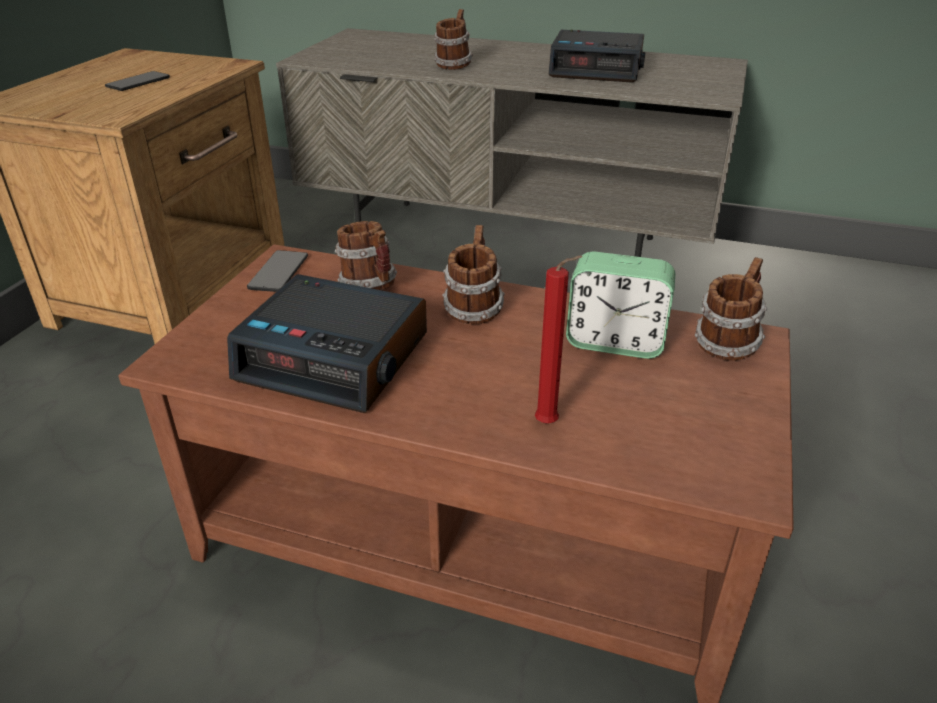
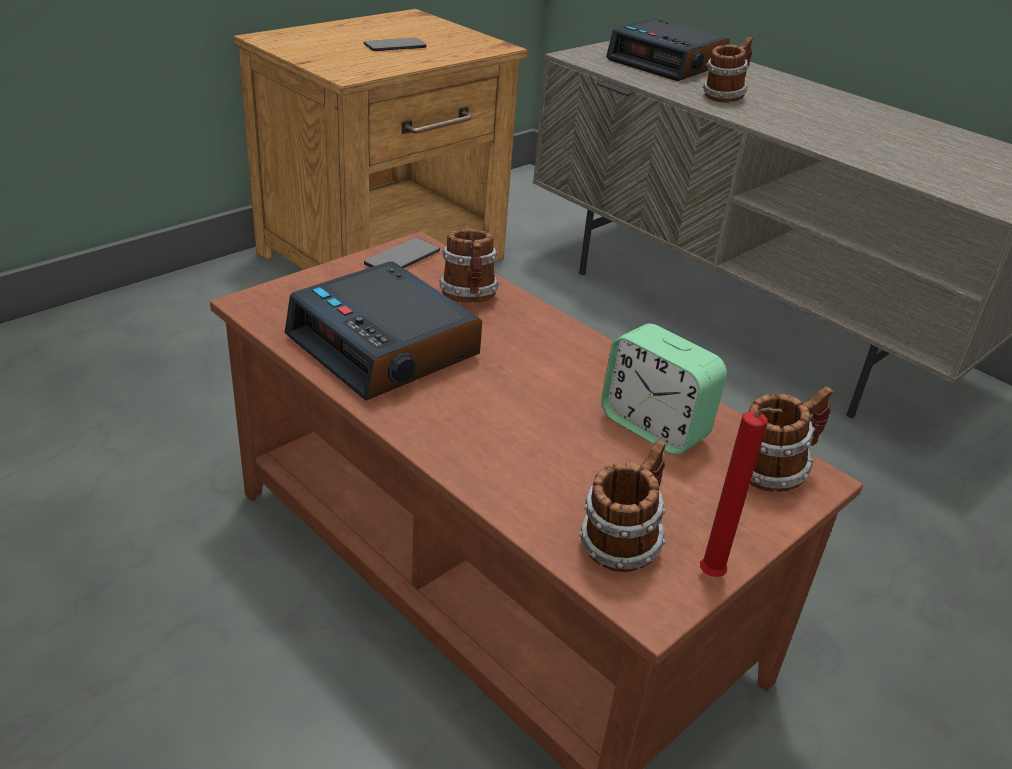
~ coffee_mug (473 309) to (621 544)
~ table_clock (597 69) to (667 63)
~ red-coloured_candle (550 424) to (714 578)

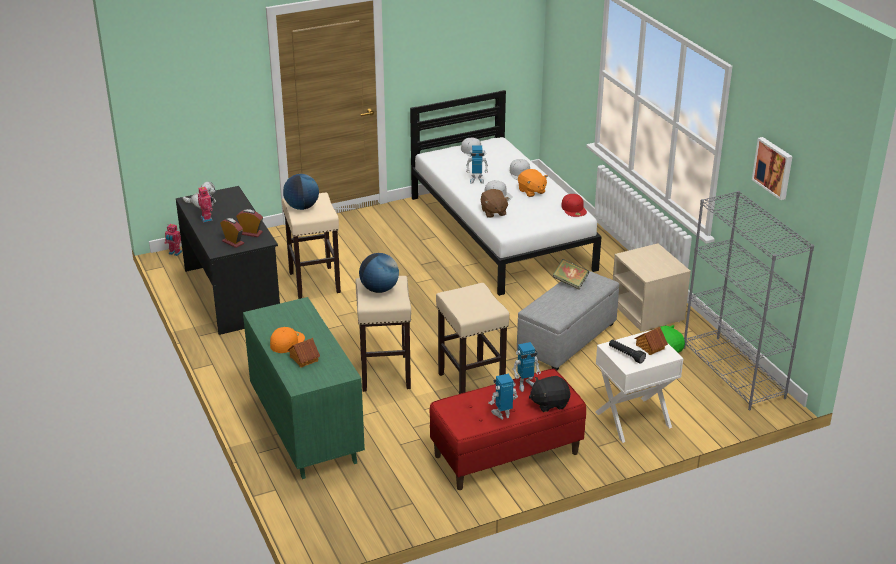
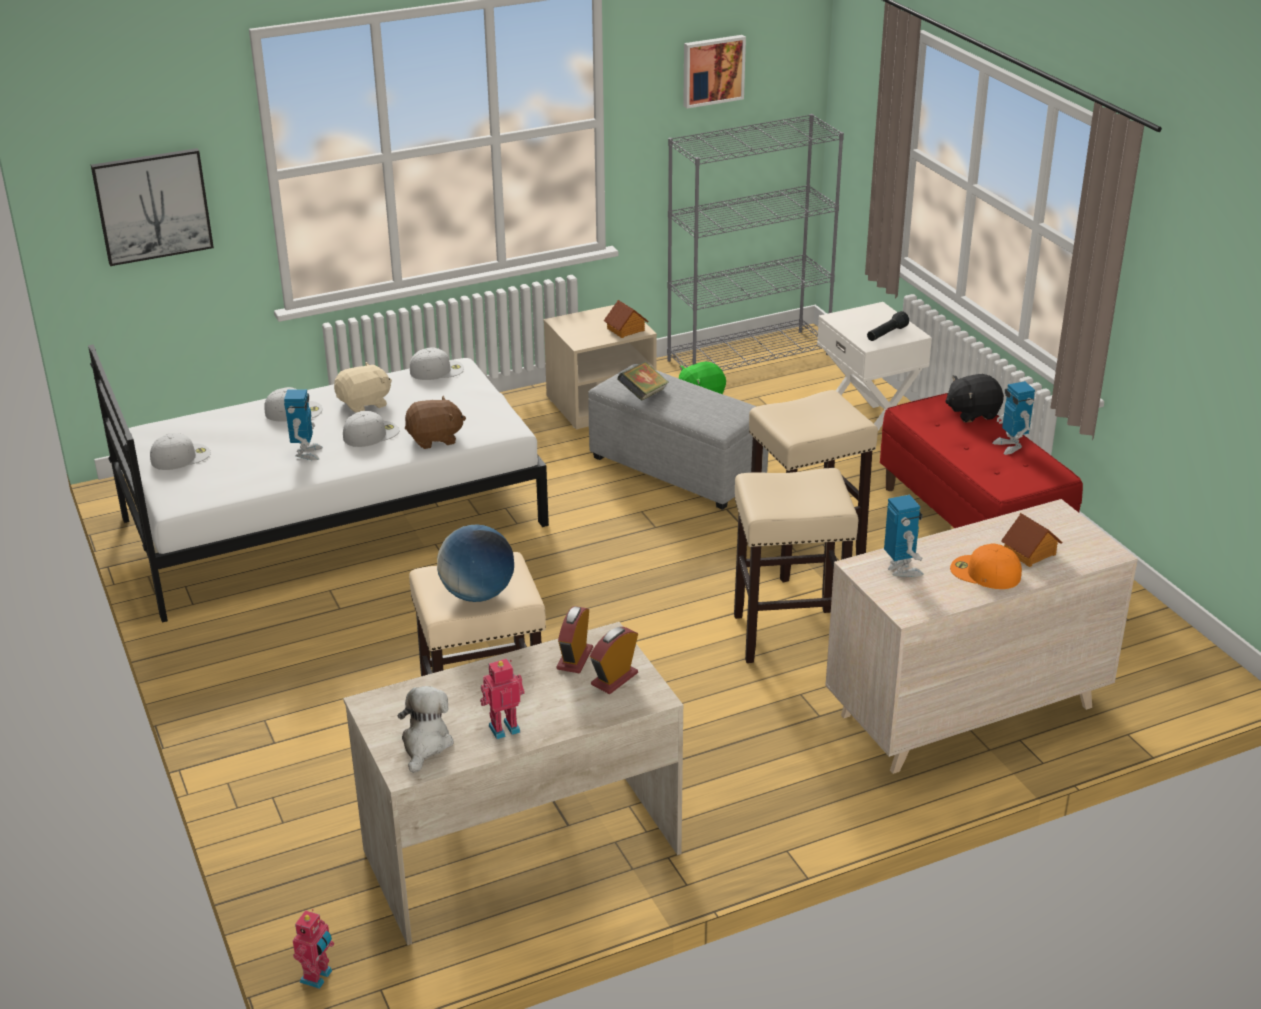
+ wall_picture (152 206)
~ orangey_plush_toy (531 191) to beige_plush_toy (364 404)
~ black-coloured_desk_unit (233 294) to beige_desk_unit (521 850)
~ red-coloured_cap (574 209) to white_cap (437 370)
~ miniature_house (649 347) to (626 330)
~ greenish_drawer_chest (306 430) to beige_drawer_chest (965 712)
~ model_robot (526 384) to (901 570)
~ black-coloured_plush_toy (549 403) = (972 413) 90 degrees clockwise
- globe (379 289)

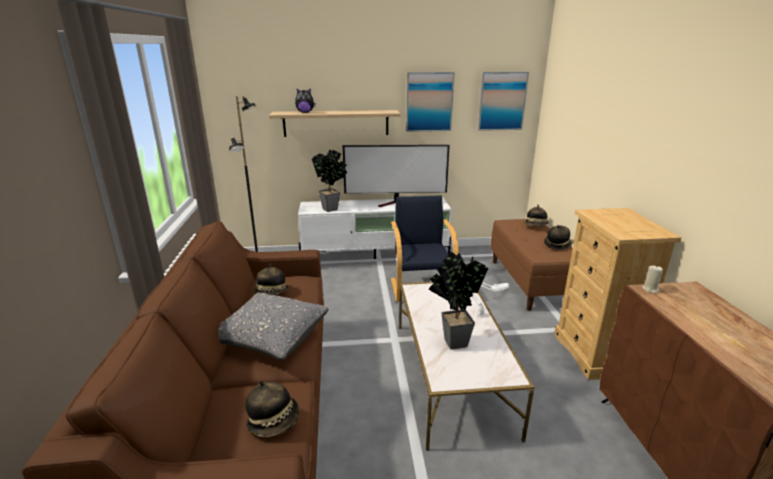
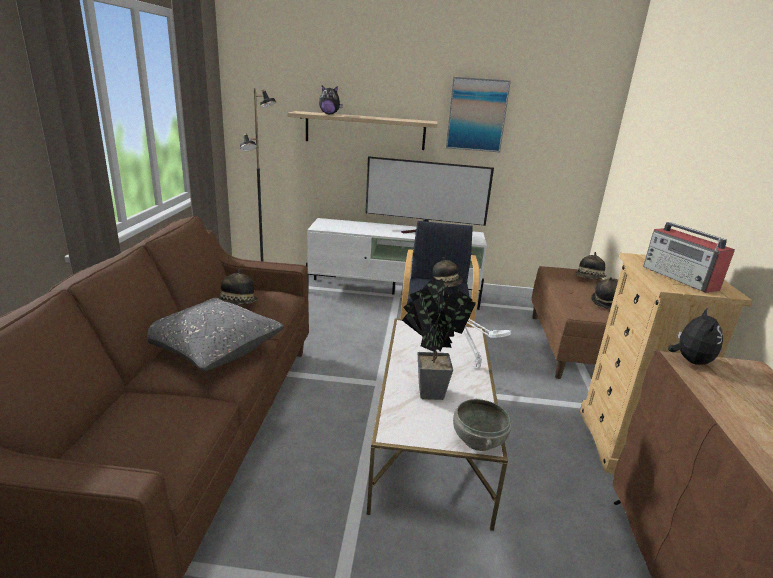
~ clothing_hat (274 421) to (446 285)
+ grey_bowl (477 440)
+ radio_set (680 278)
~ beige_candle (650 289) to plush_toy (690 361)
- houseplant (333 209)
- wall_picture (502 101)

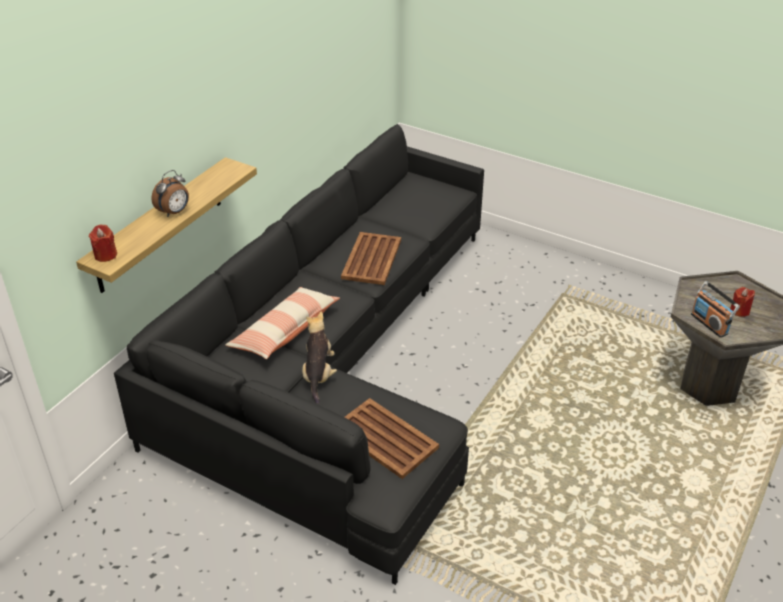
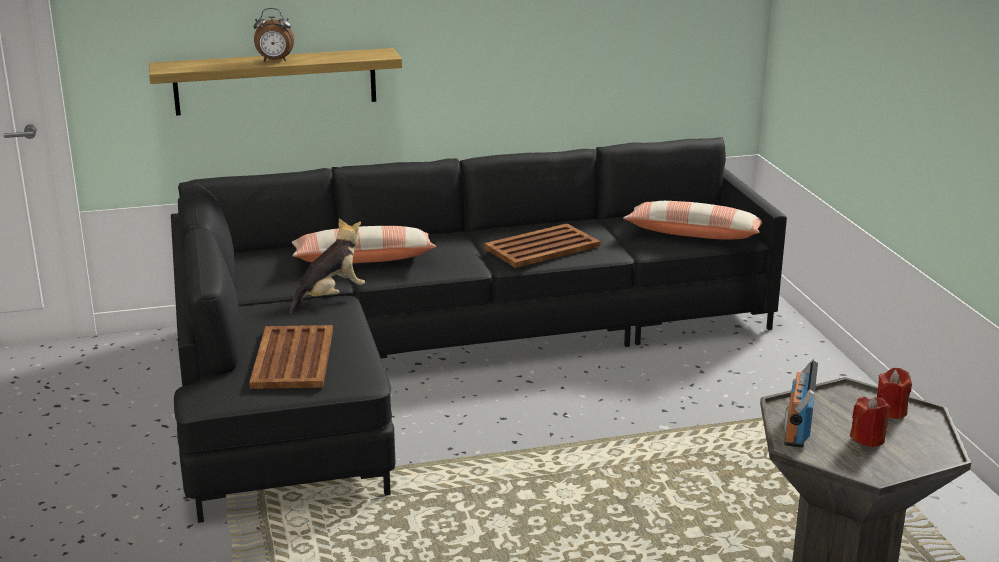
+ throw_pillow (693 234)
~ red-coloured_candle (105 255) to (890 411)

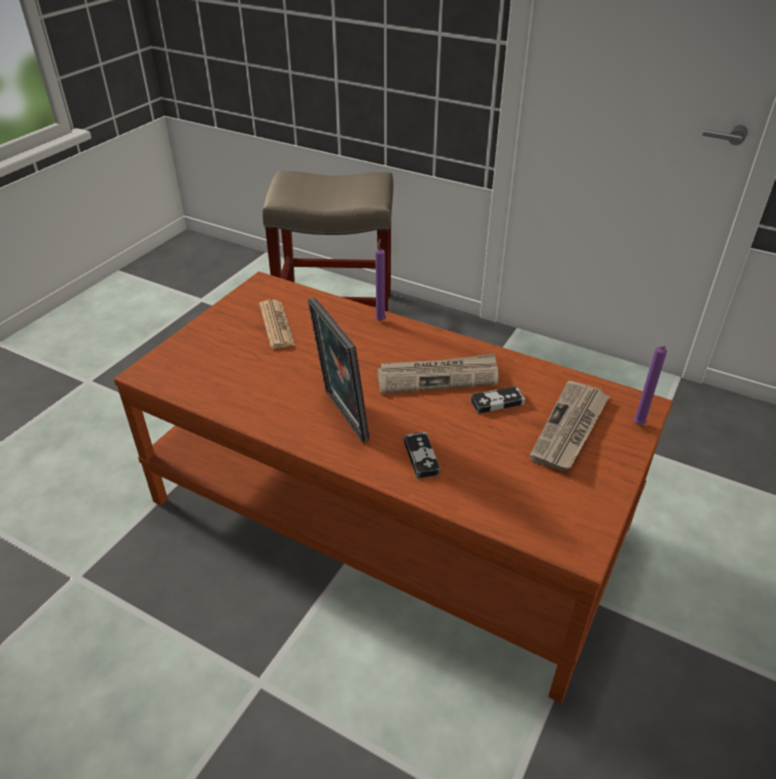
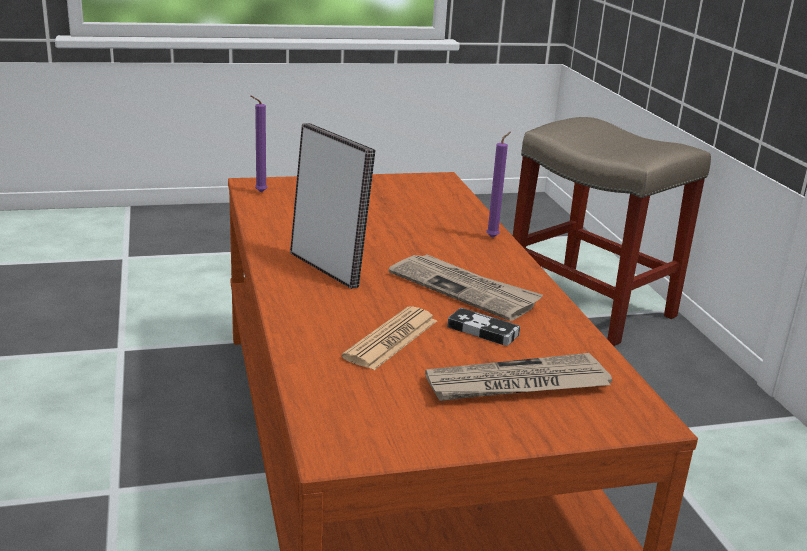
~ purple_candle (638 425) to (259 192)
~ picture_frame (341 416) = (328 268) 120 degrees clockwise
~ newspaper (276 325) to (391 339)
- gamepad (421 457)

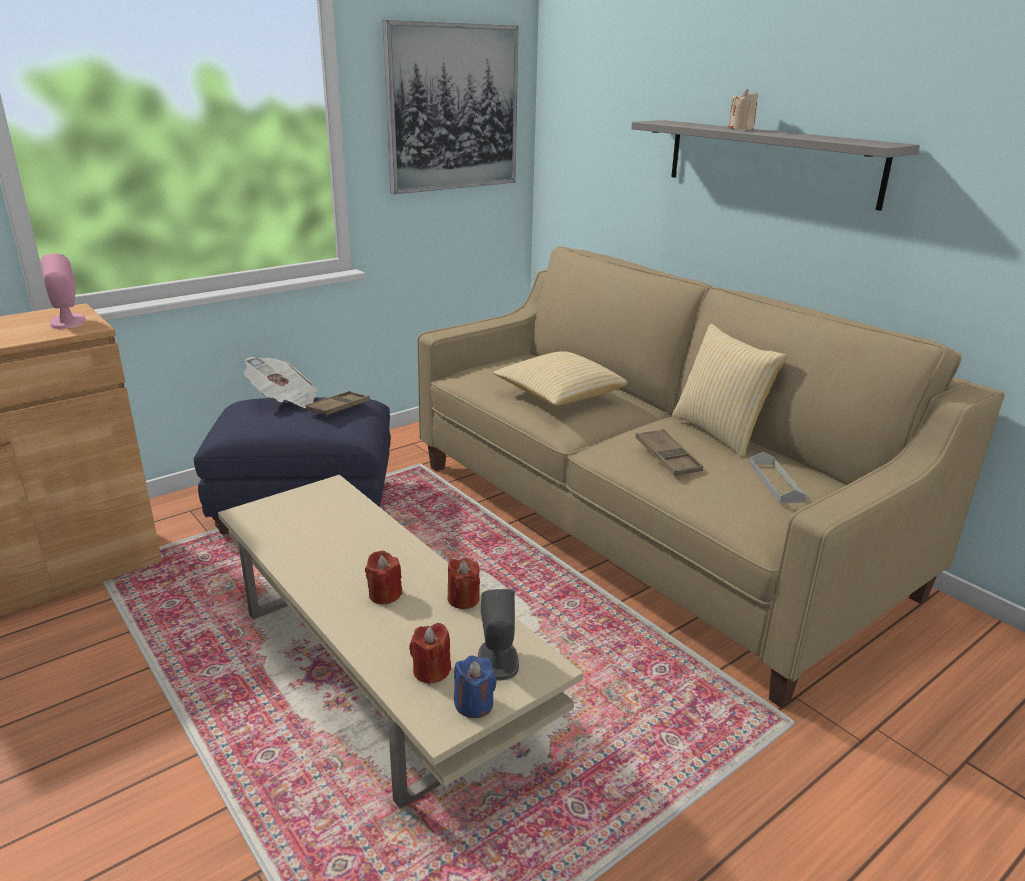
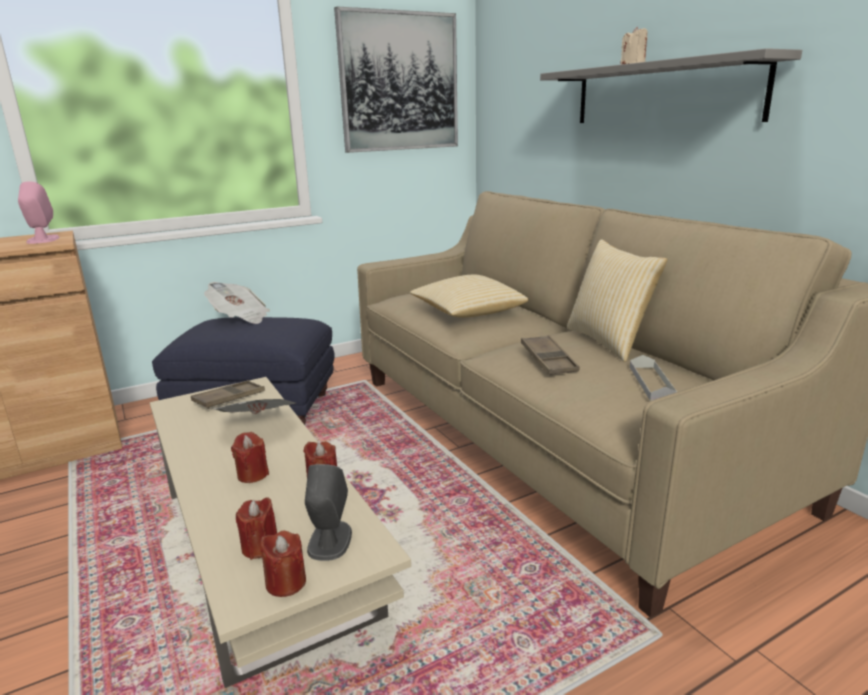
~ brownish_carrying_tray (338 408) to (229 398)
+ newspaper (259 426)
~ blue-coloured_candle (474 704) to red-coloured_candle (286 582)

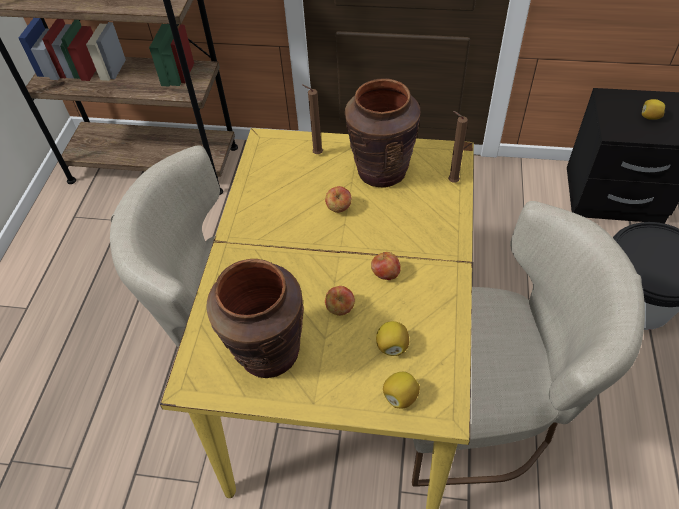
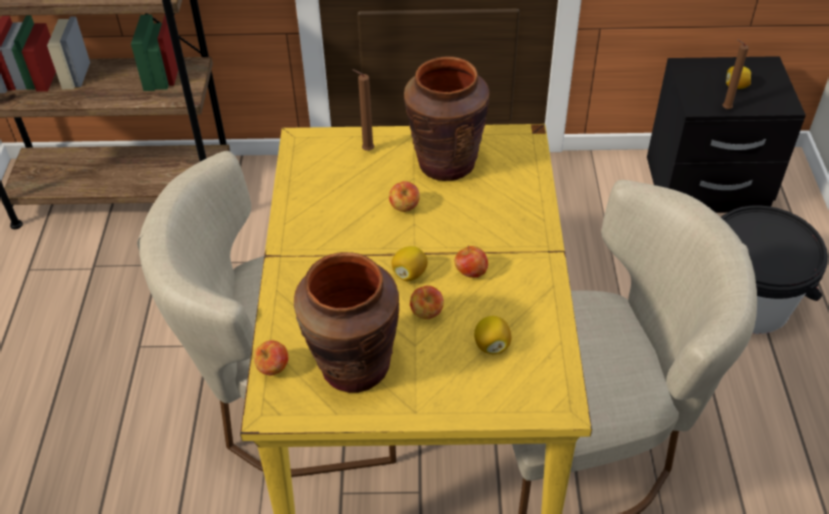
+ whole_apple (273 368)
~ citrus_fruit (400 396) to (409 274)
~ brownish_candle (451 181) to (724 109)

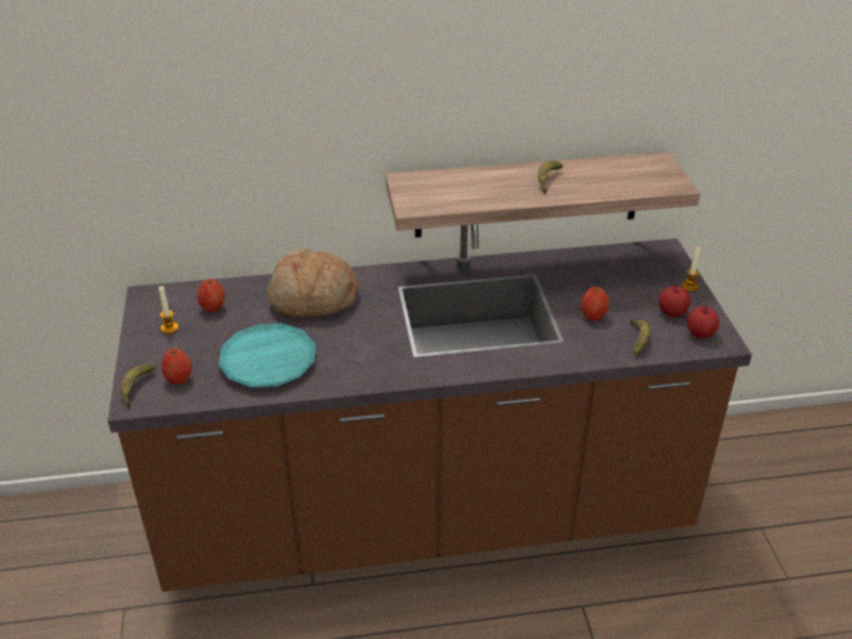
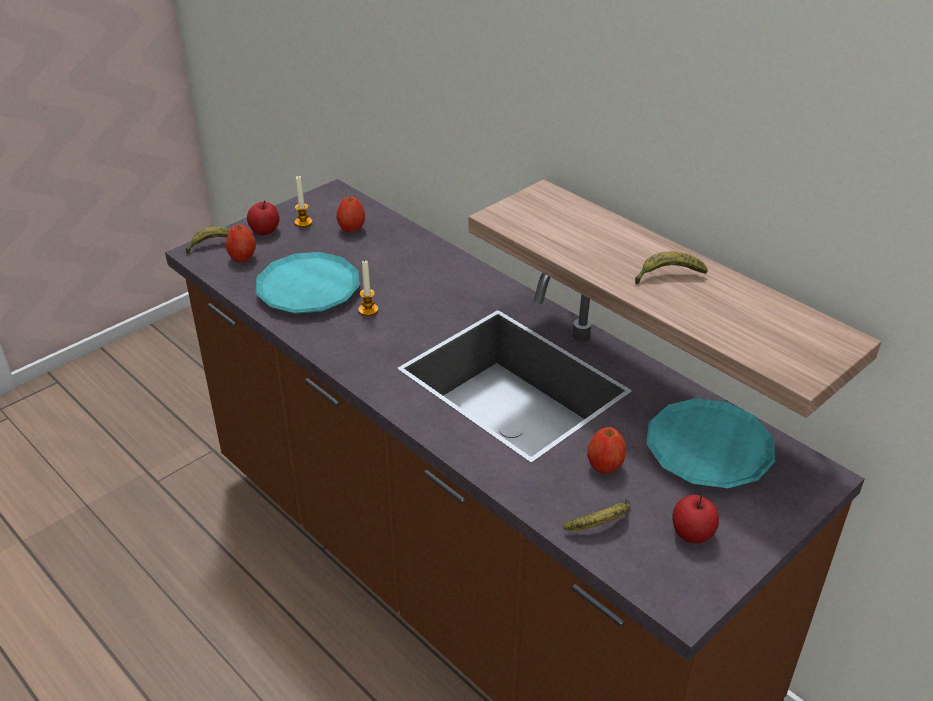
~ whole_apple (700 333) to (265 231)
~ candle (689 286) to (368 310)
+ blue-green_dinner_plate (708 450)
- bread (313 299)

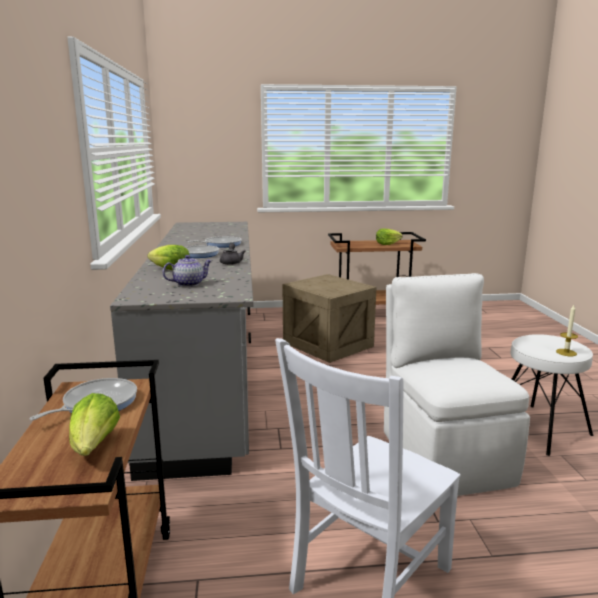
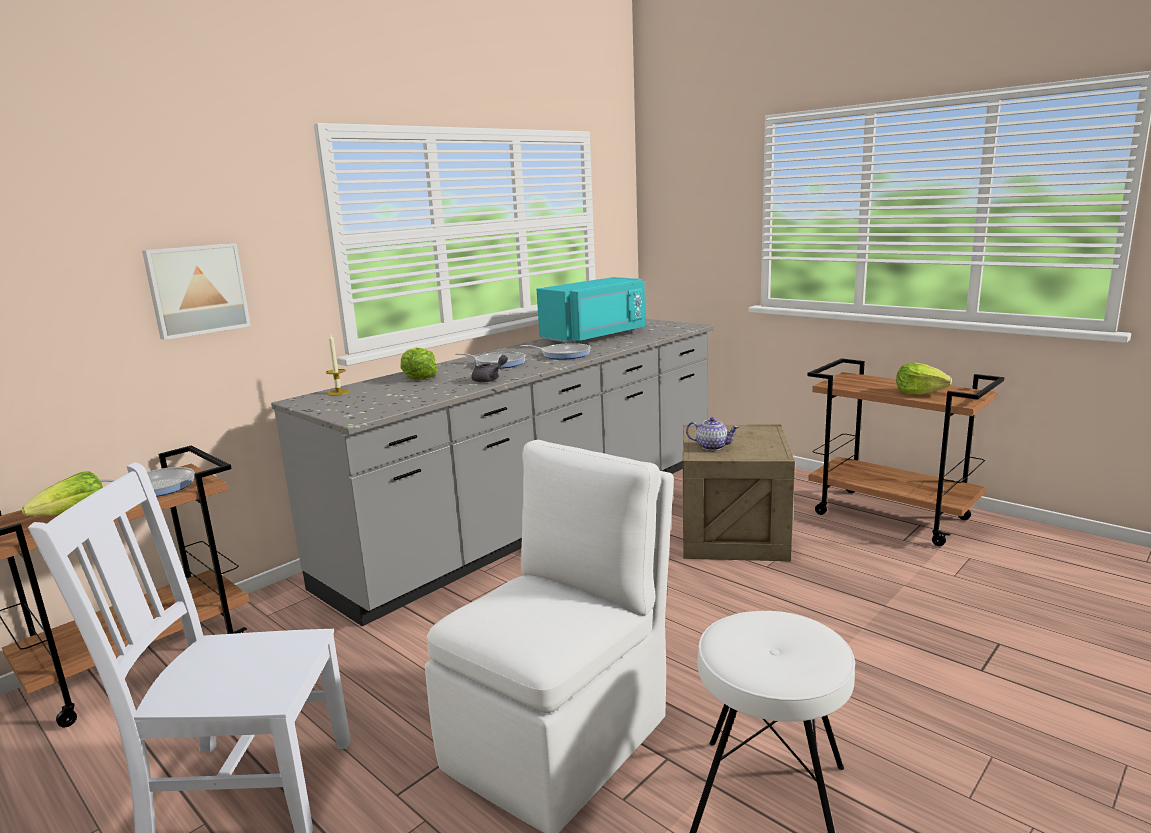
+ wall_picture (197 289)
~ candle (566 352) to (338 392)
+ blue-green_kitchen_microwave (596 336)
~ teapot (189 284) to (712 447)

